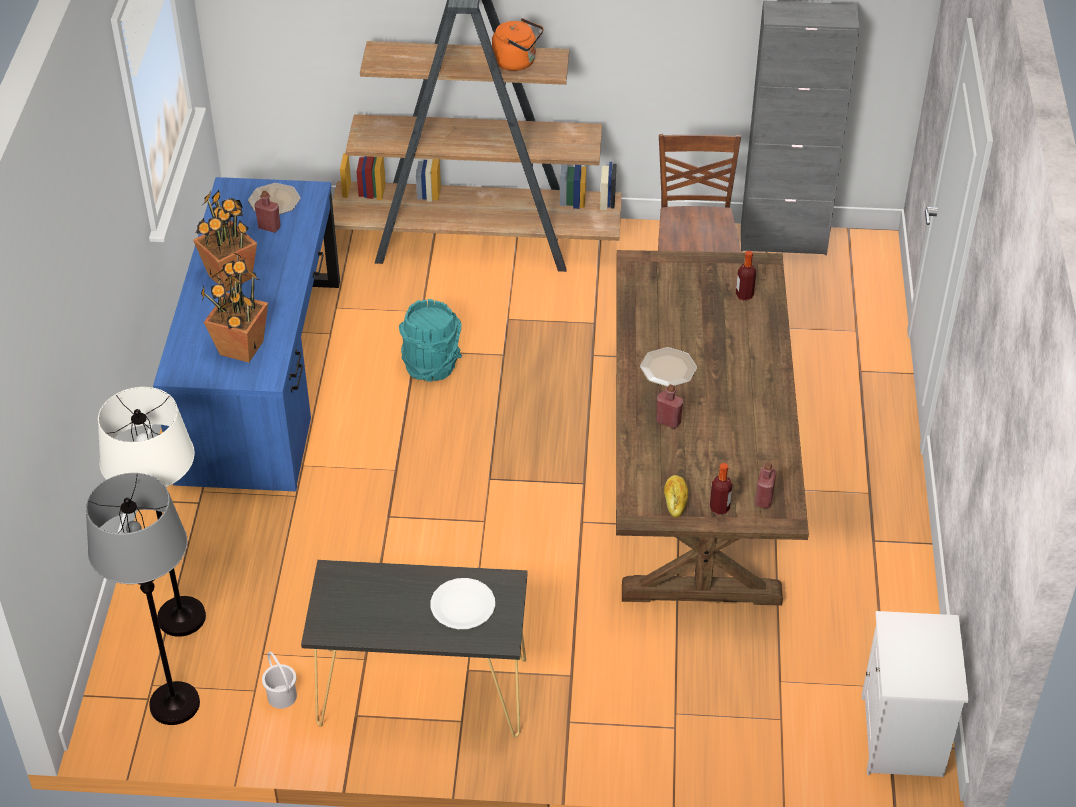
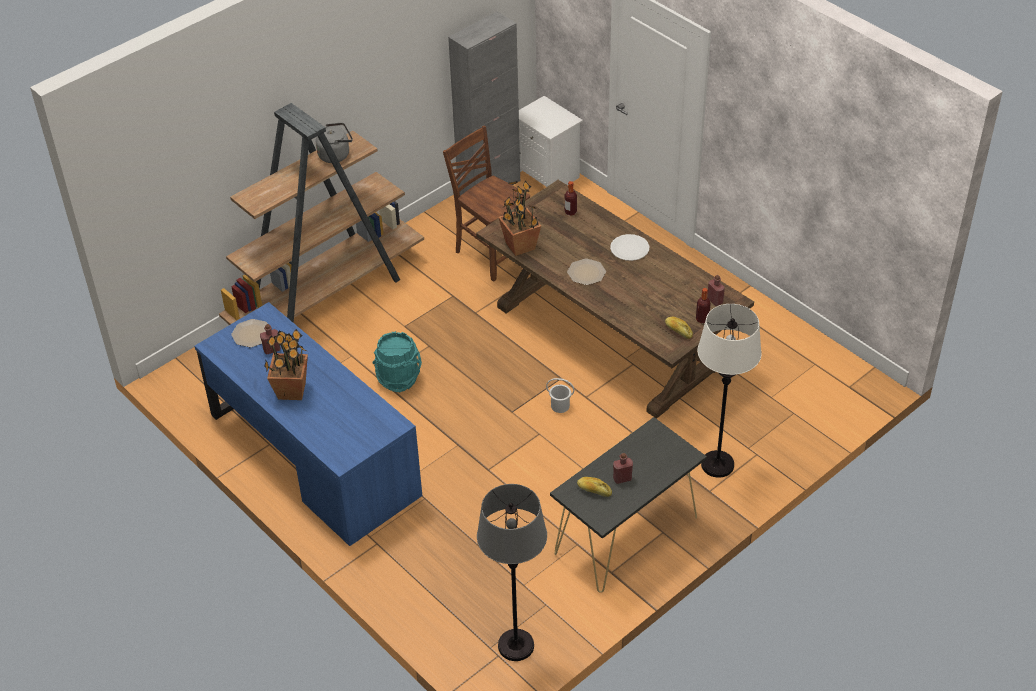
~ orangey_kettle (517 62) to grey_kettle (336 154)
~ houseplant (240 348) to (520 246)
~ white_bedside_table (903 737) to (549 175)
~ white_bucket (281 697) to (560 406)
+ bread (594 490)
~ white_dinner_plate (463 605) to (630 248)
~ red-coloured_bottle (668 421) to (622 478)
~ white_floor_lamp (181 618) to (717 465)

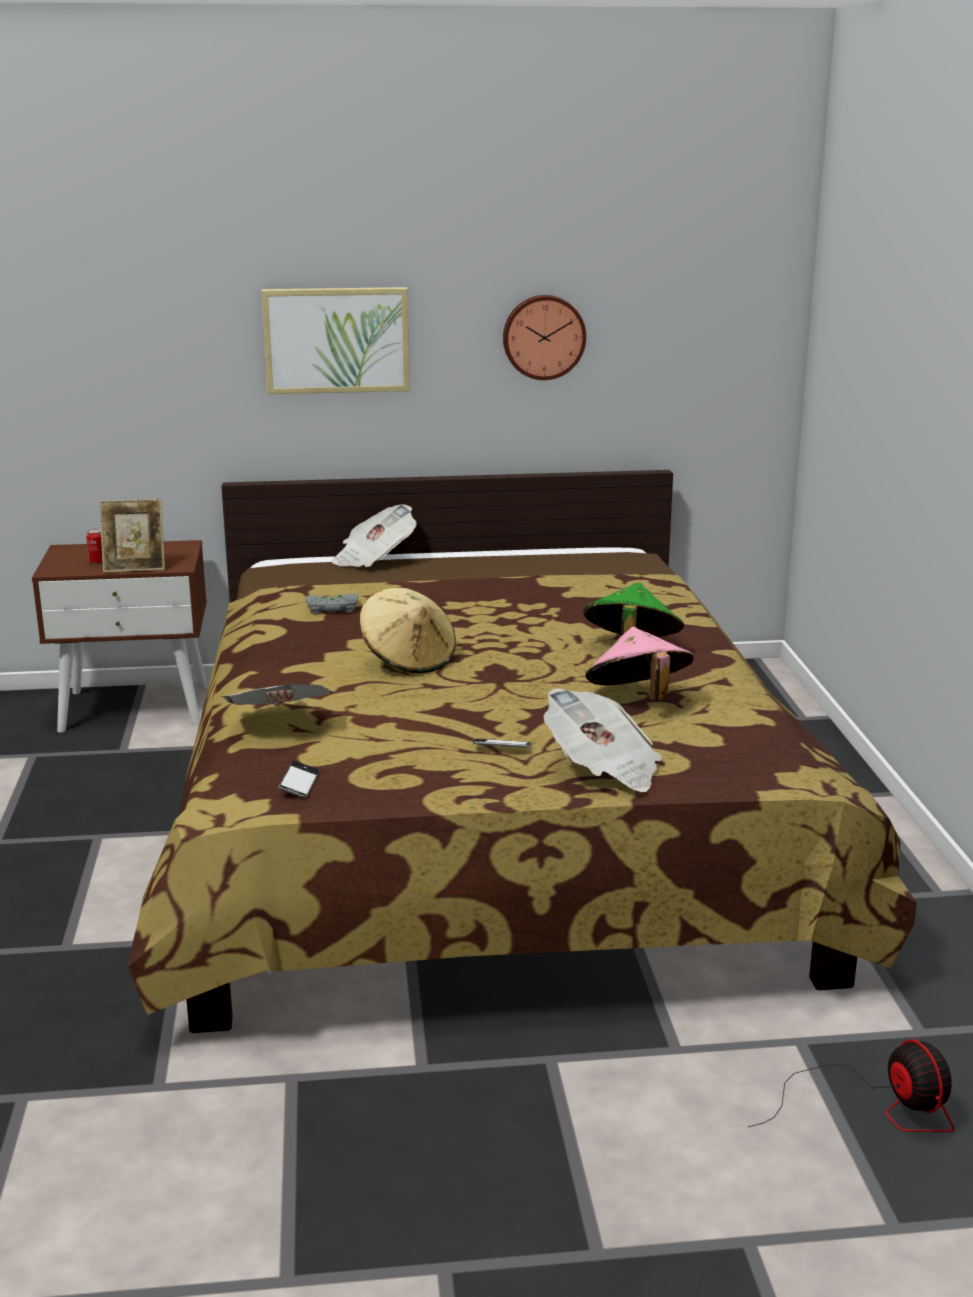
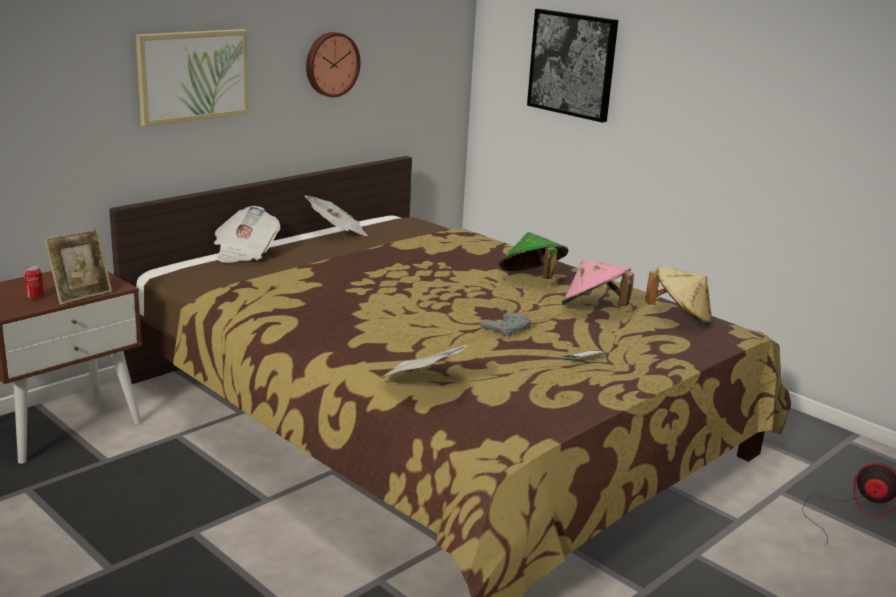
~ newspaper (603 769) to (337 232)
~ grey_gamepad (332 608) to (509 329)
+ wall_picture (572 64)
~ beige_clothing_hat (408 660) to (680 318)
- telephone (299 784)

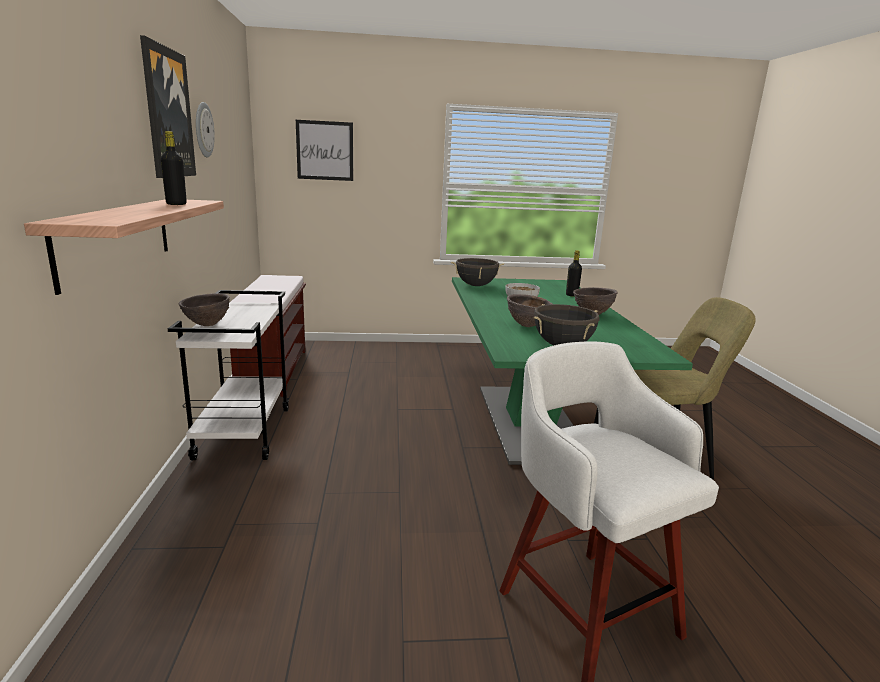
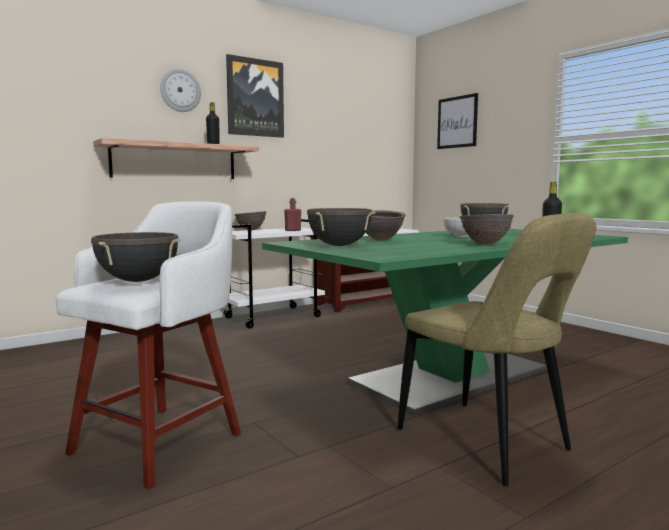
+ black-coloured_cooking_pot (138 281)
~ hanging_clock (203 130) to (180 90)
+ red-coloured_bottle (293 230)

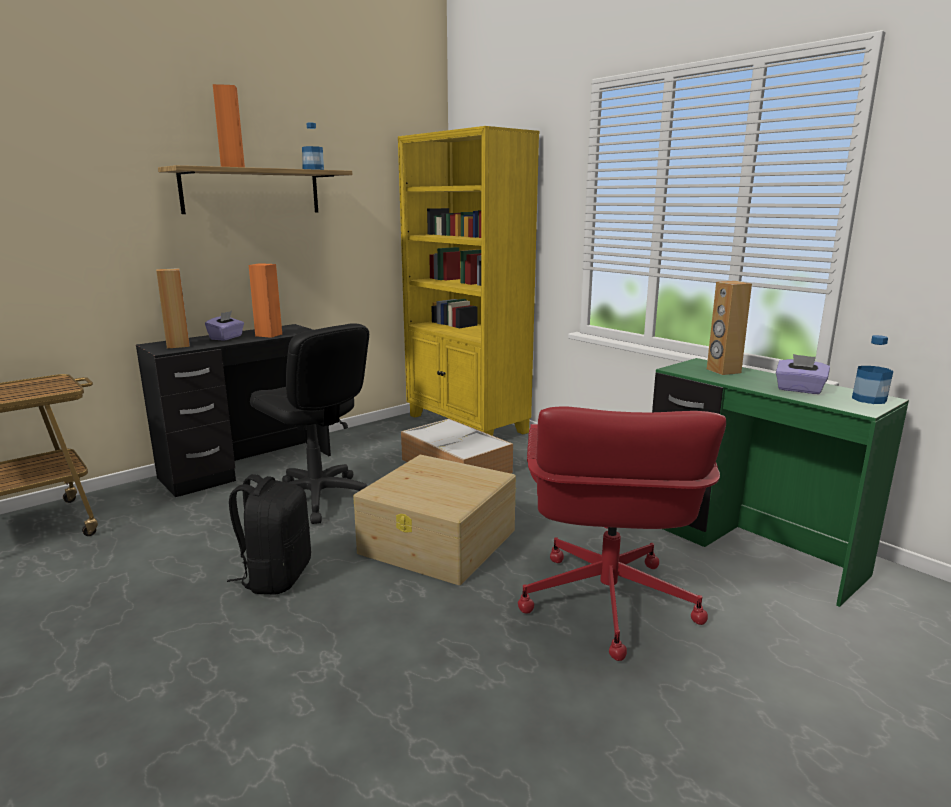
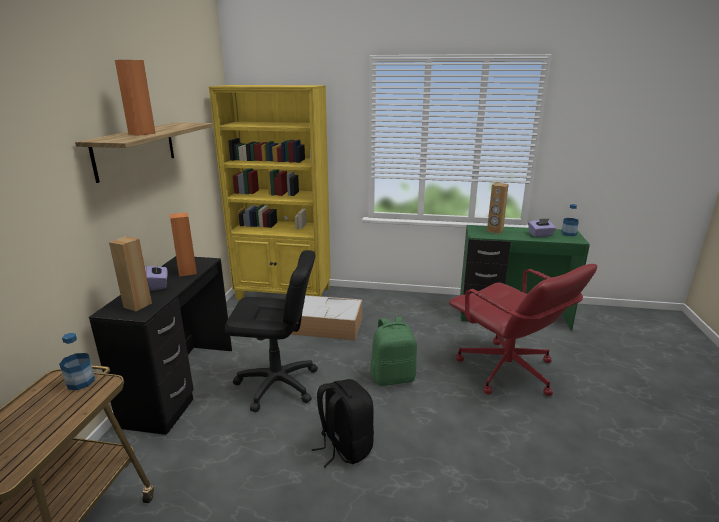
~ bottle (313 169) to (80 382)
~ beige_storage_container (439 541) to greenish_knapsack (393 377)

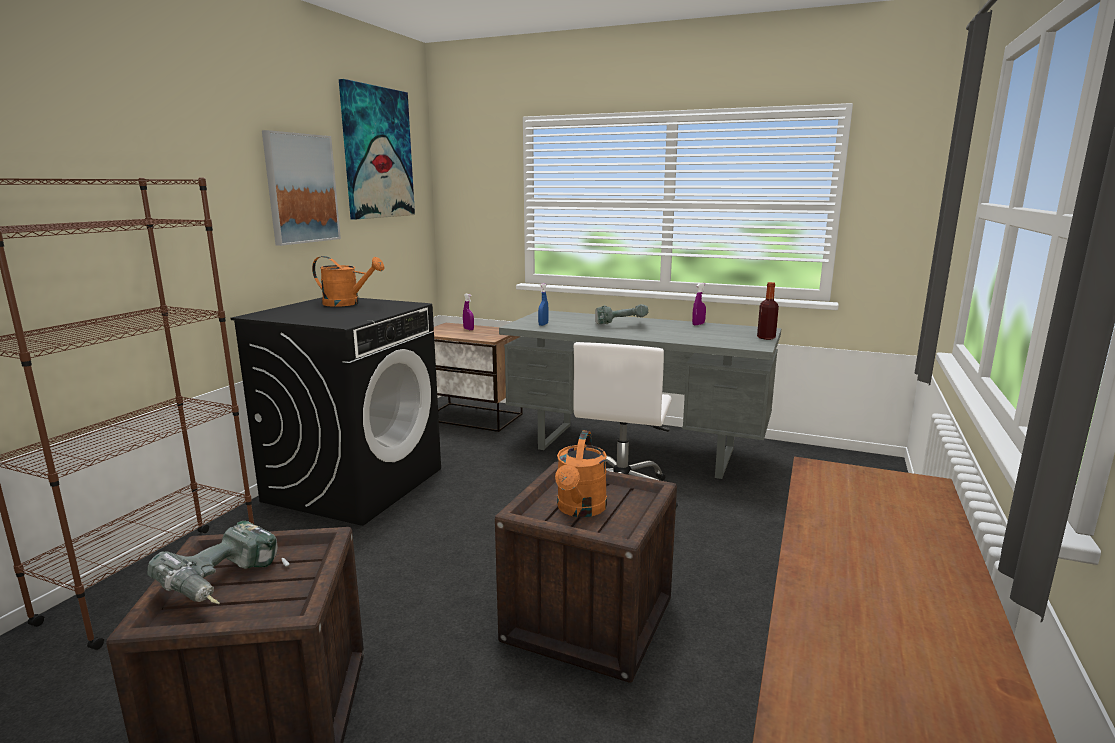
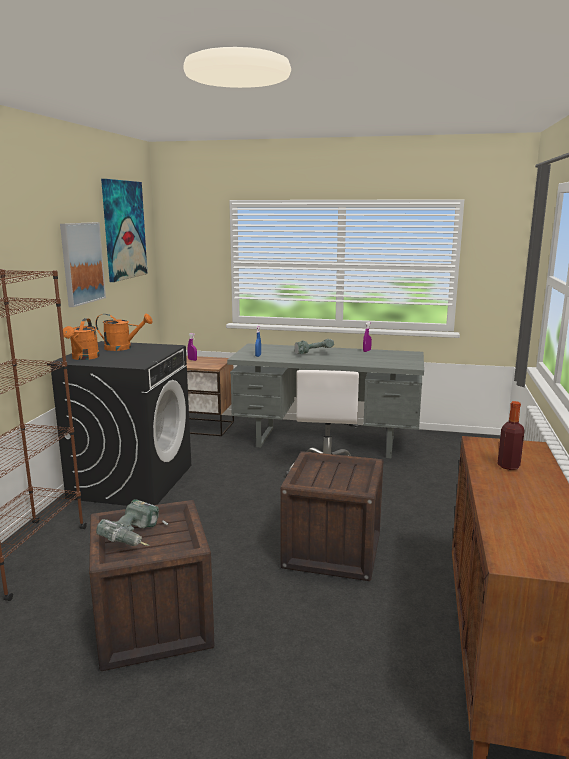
~ orangey_watering_can (580 510) to (83 358)
~ bottle (766 338) to (508 466)

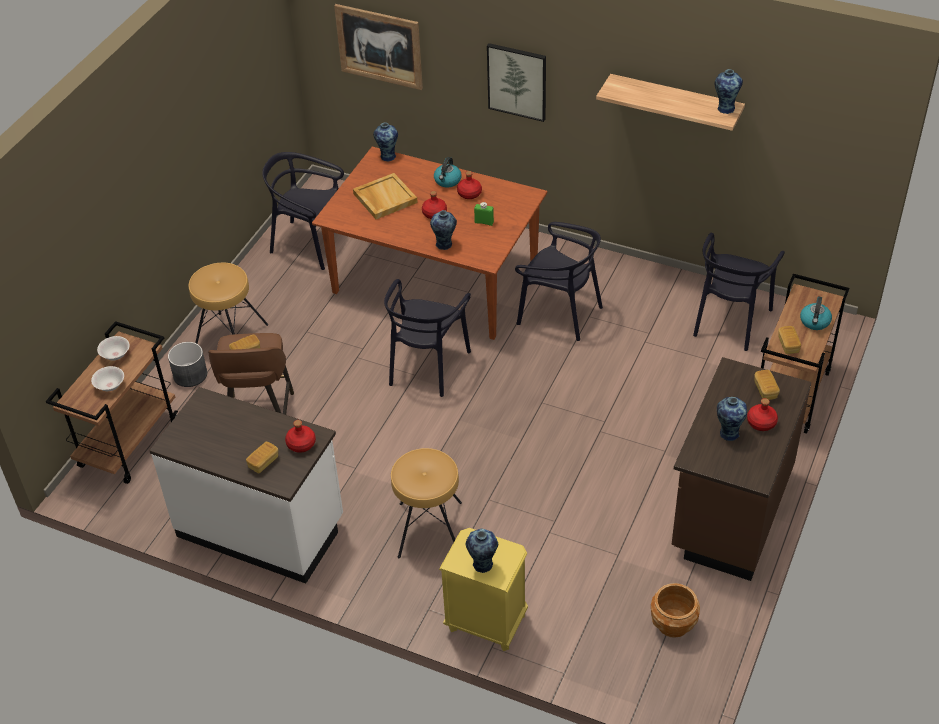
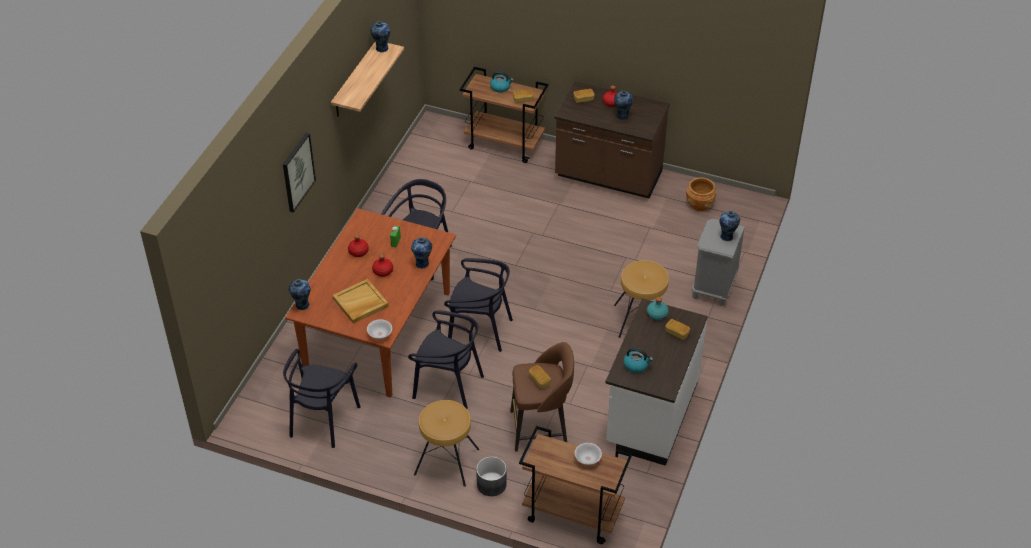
~ white_bowl (115 355) to (380 335)
~ black-coloured_plain_chair (730 321) to (448 385)
~ kettle (447 181) to (636 365)
~ red-coloured_bottle (301 444) to blue-green_bottle (657 314)
~ yellowish_bedside_table (486 623) to grey_bedside_table (714 288)
- wall_picture (379 46)

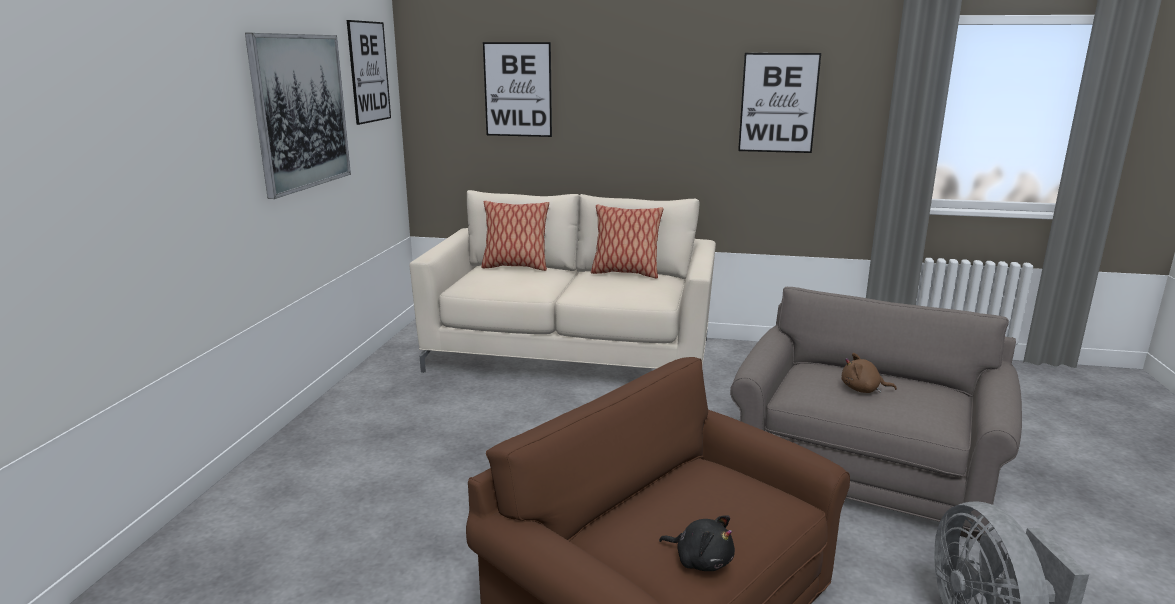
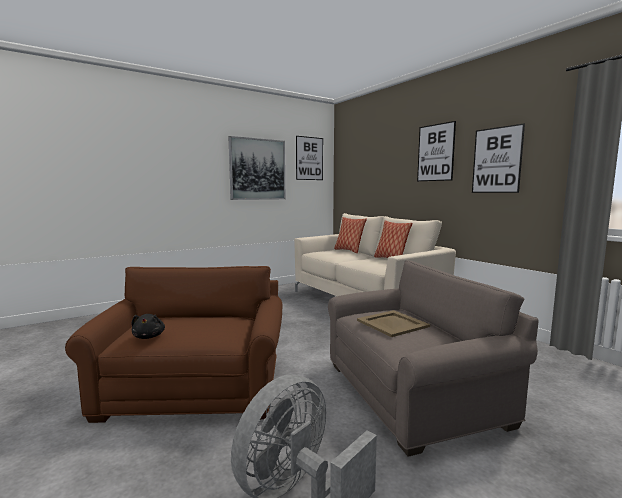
~ brownish_plush_toy (863 390) to beige_carrying_tray (392 324)
~ wall_picture (518 90) to (435 152)

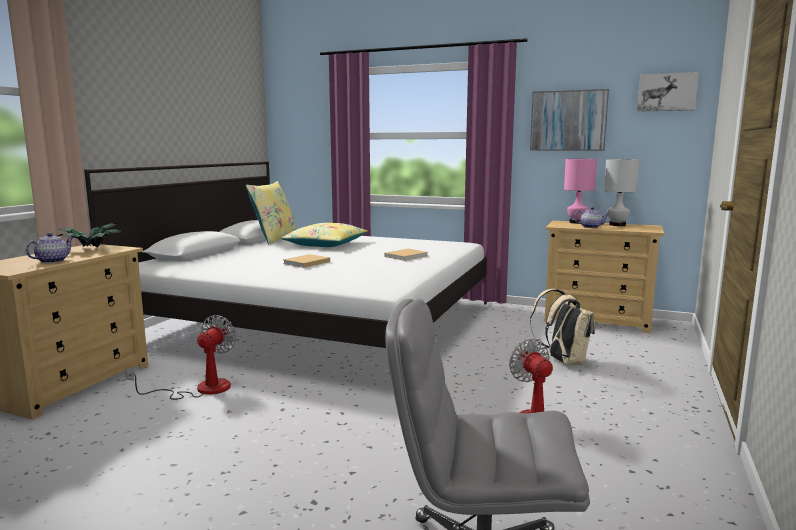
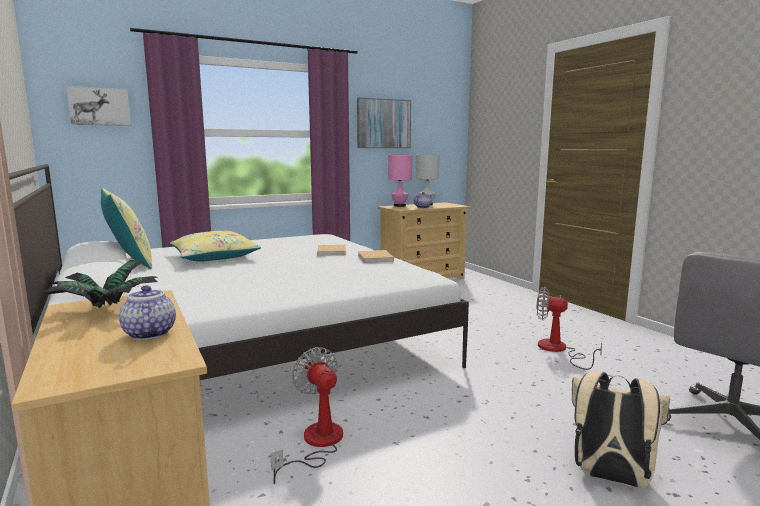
~ wall_picture (666 92) to (99 106)
~ beige_book (305 263) to (375 258)
~ beige_knapsack (563 361) to (609 478)

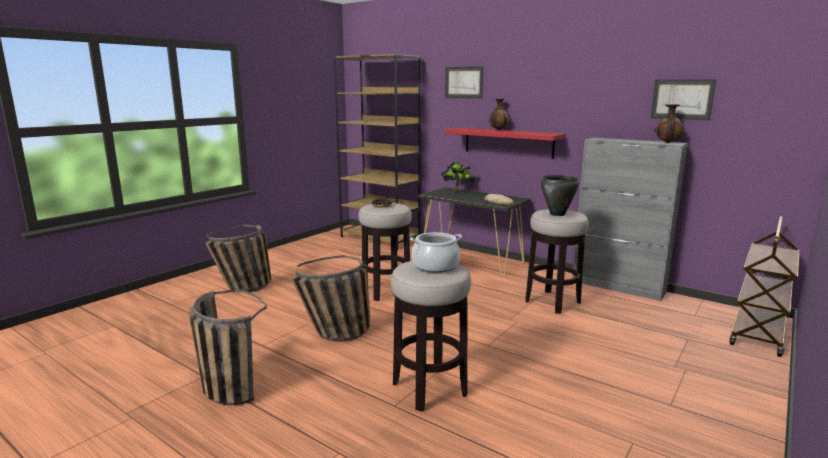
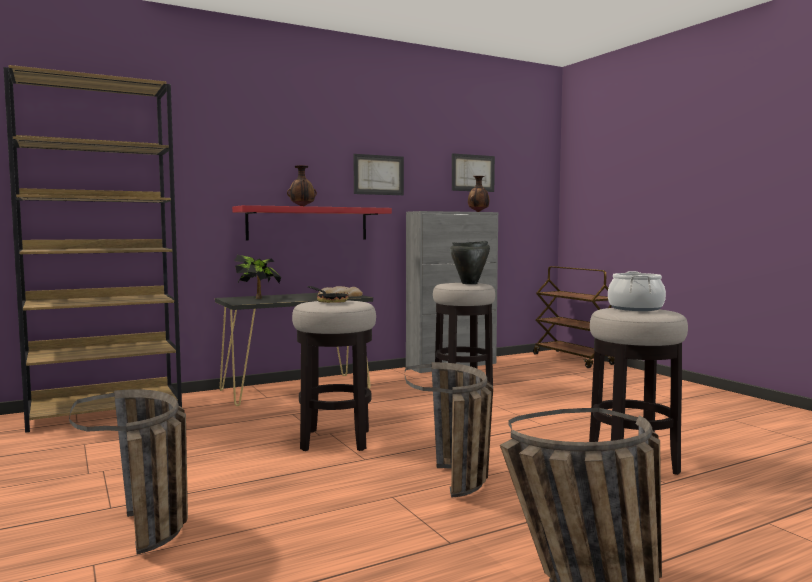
~ wall_picture (464 82) to (378 175)

